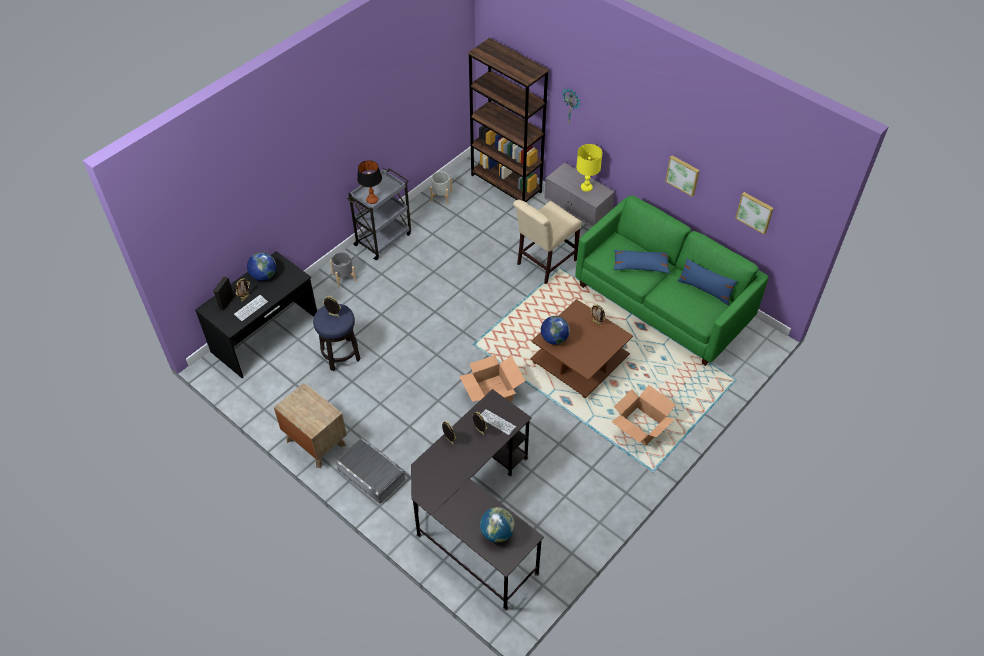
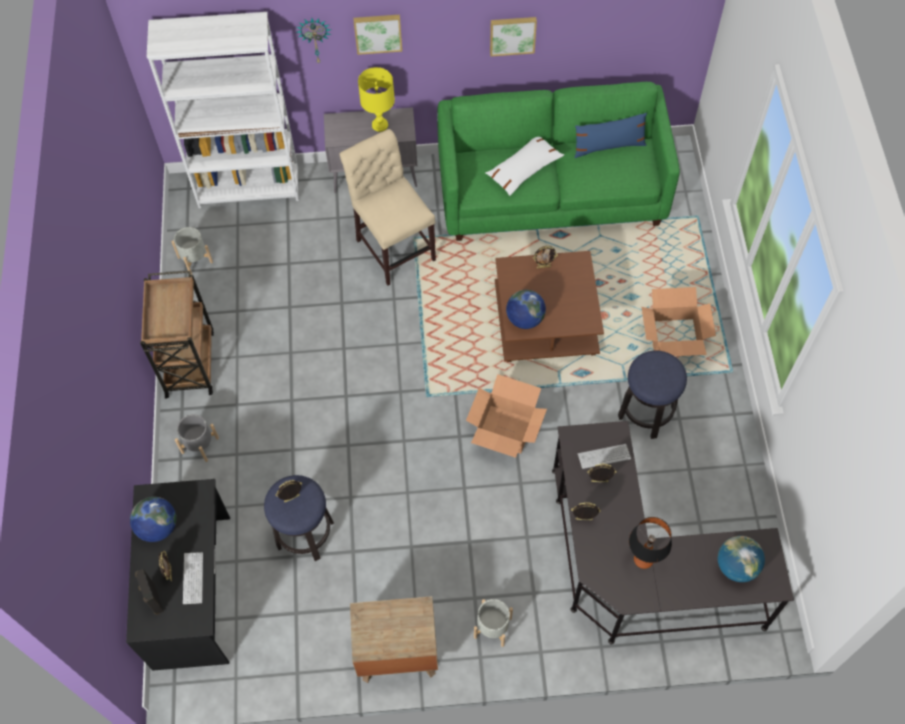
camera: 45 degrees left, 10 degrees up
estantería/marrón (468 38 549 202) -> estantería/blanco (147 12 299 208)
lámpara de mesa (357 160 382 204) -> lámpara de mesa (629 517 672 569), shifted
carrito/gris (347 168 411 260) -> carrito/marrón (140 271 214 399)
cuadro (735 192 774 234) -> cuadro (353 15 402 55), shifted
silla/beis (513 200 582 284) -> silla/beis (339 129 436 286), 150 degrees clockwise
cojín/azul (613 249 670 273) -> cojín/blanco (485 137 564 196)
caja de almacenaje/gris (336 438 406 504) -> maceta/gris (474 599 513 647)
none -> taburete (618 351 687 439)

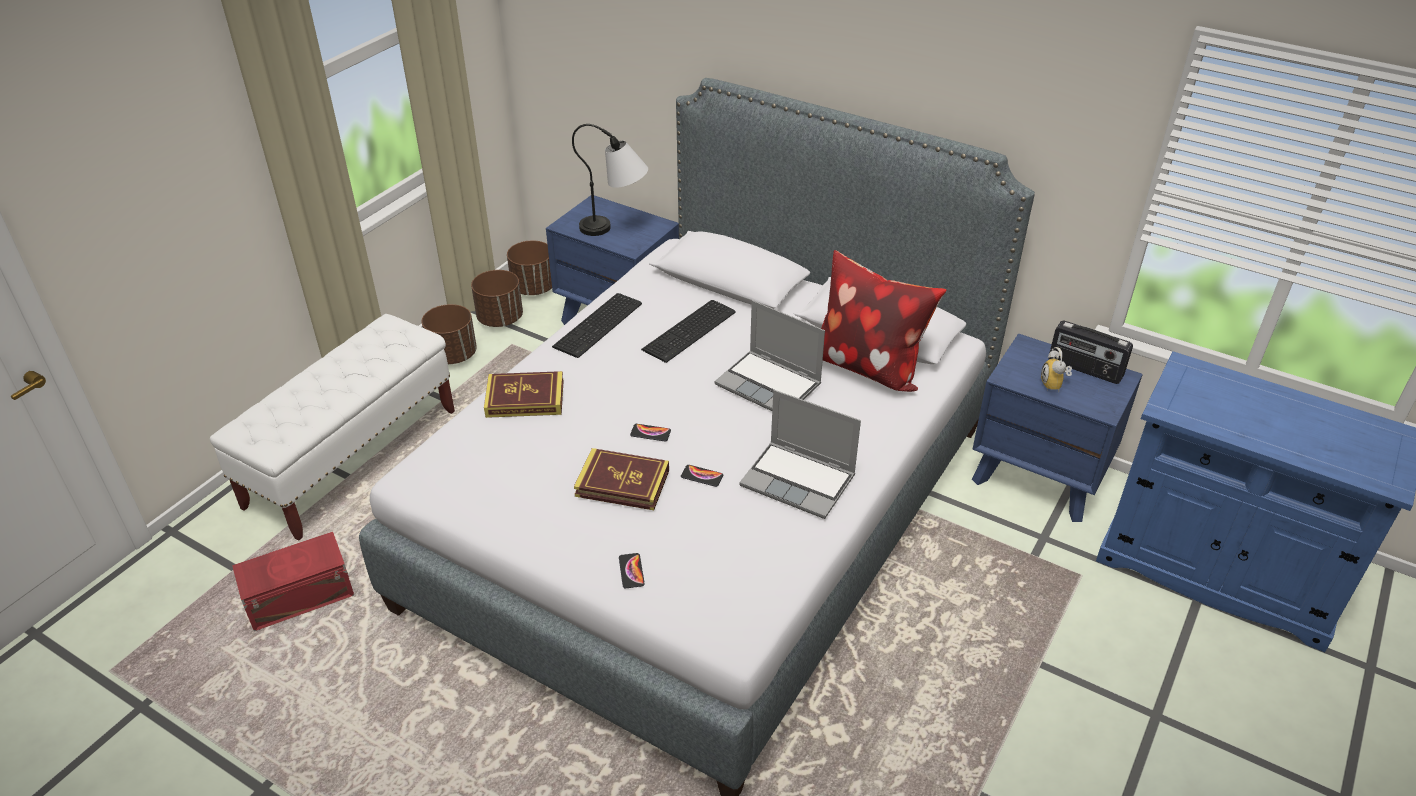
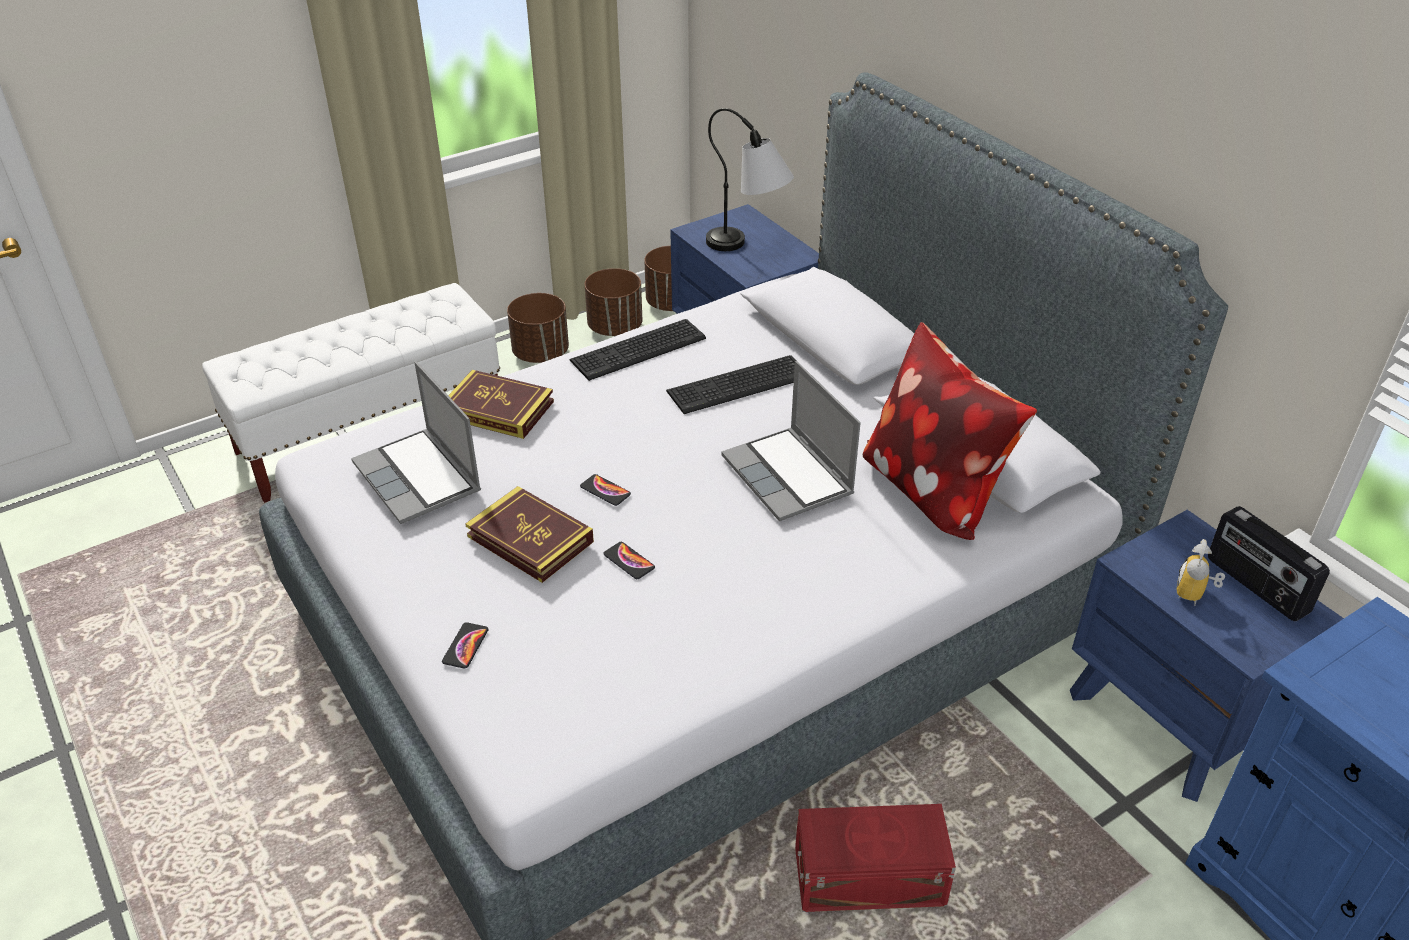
camera: 25 degrees right, 0 degrees up
portátil (739 390 861 519) -> portátil (351 361 481 524), shifted
caja de almacenaje/rojo (232 532 354 631) -> caja de almacenaje/rojo (795 804 956 912), shifted

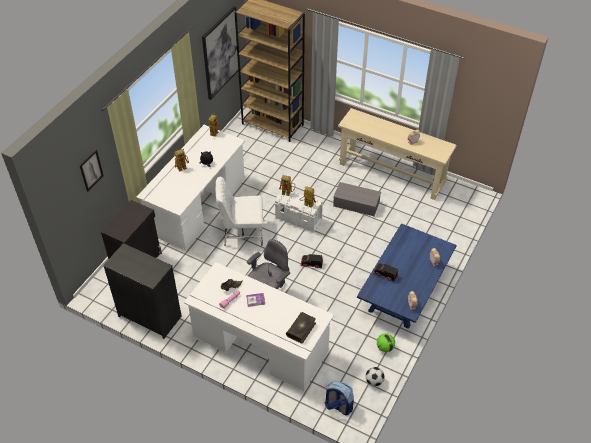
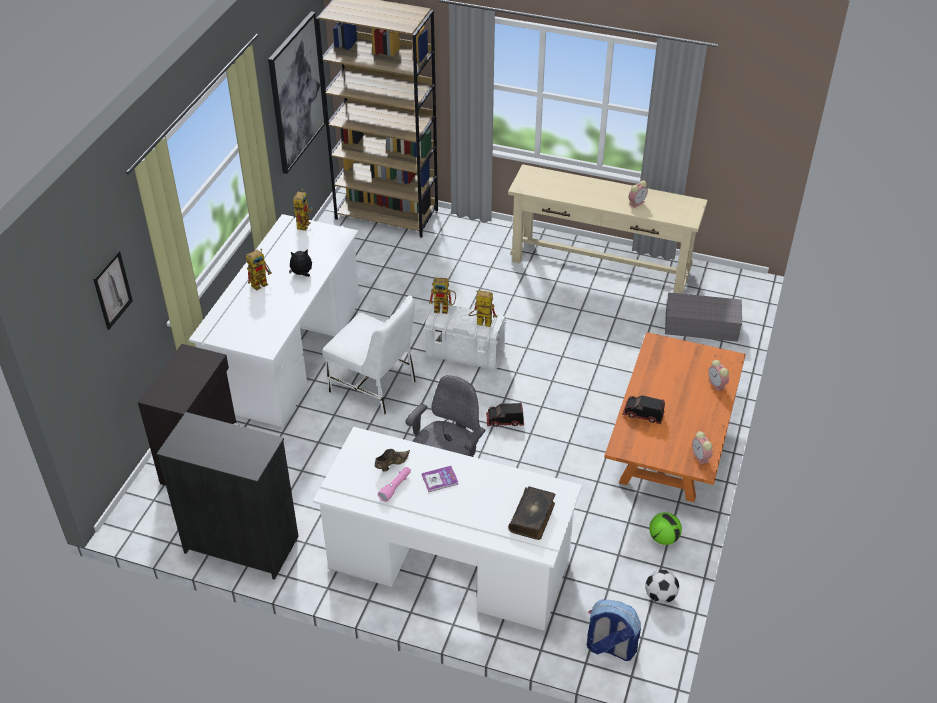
camera: 10 degrees left, 5 degrees down
silla/blanco (216 177 263 246) -> silla/blanco (322 296 416 415), 135 degrees counterclockwise
caja de almacenaje/gris (333 182 381 216) -> caja de almacenaje/gris (665 292 742 342), shifted
mesa de centro/azul (357 223 457 329) -> mesa de centro/naranja (604 332 746 502)

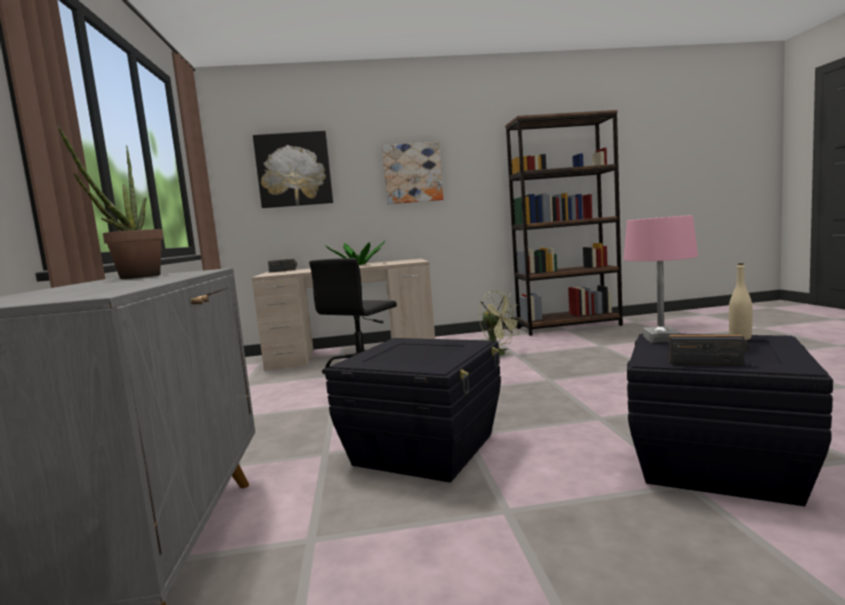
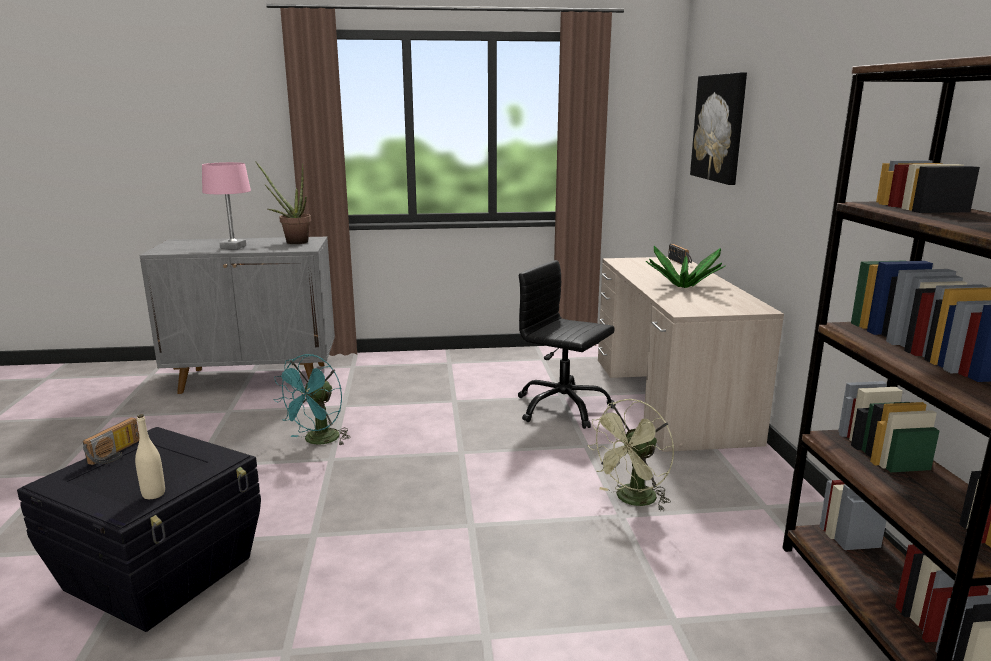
camera: 90 degrees right, 10 degrees up
cuadro (382 142 443 204) -> none
lámpara de mesa/rosa (623 215 698 343) -> lámpara de mesa/rosa (202 162 251 249), shifted
caja de almacenaje/negro (325 338 501 482) -> ventilador/turquesa (273 354 351 445)

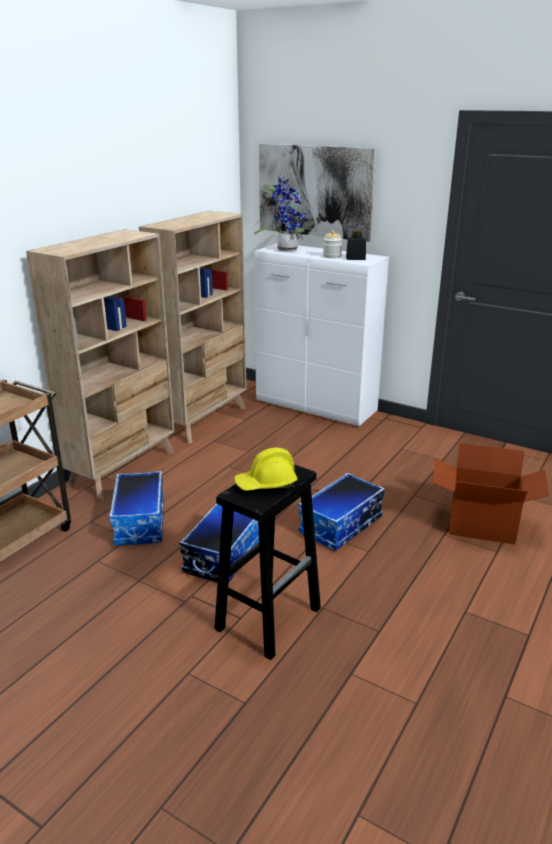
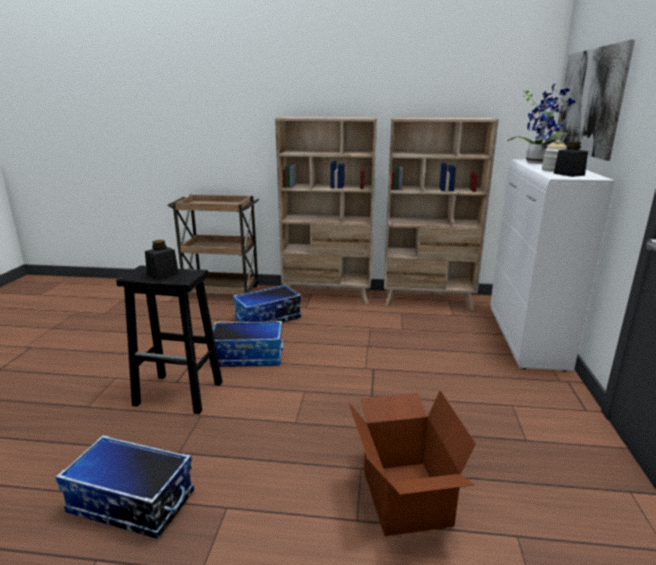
camera: 65 degrees right, 5 degrees down
casco/amarillo (234 448 297 491) -> tarro/negro (145 240 179 280)
caja de almacenaje (298 473 385 551) -> caja de almacenaje (56 435 194 539), shifted

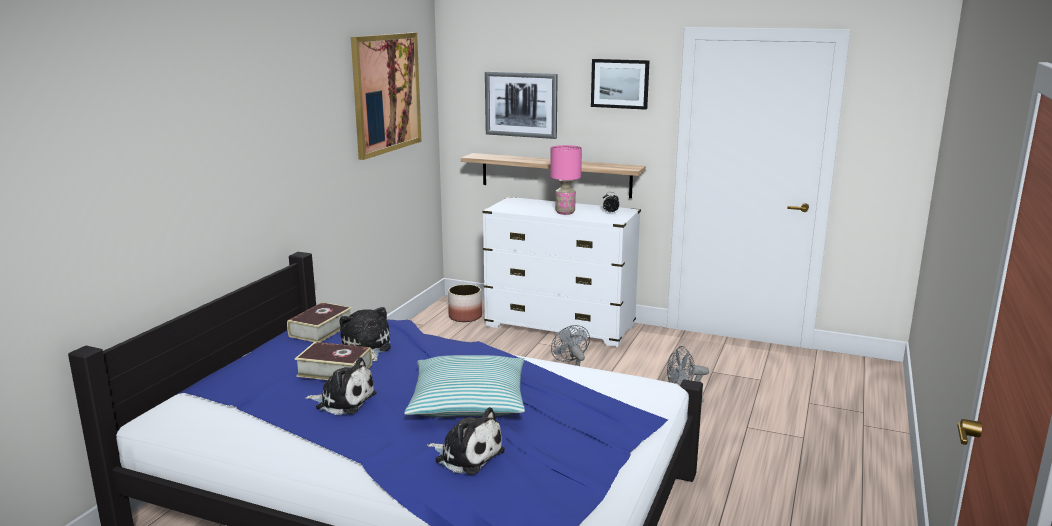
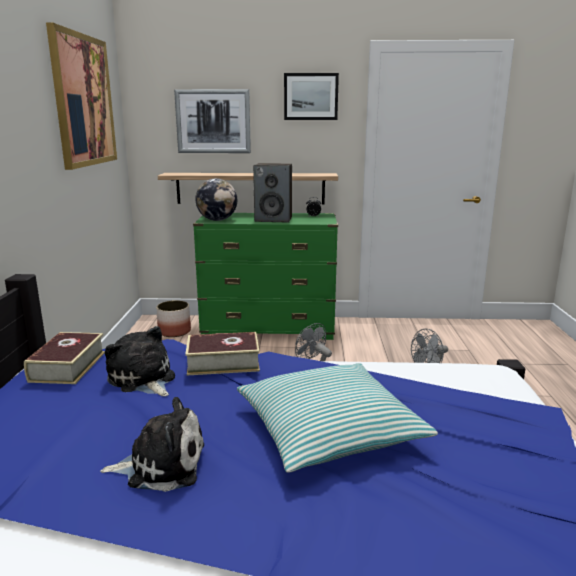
camera: 20 degrees left, 0 degrees up
lámpara de mesa/rosa (550 145 582 215) -> altavoz (253 163 292 222)
cómoda/blanco (482 197 641 347) -> cómoda/verde (193 213 338 340)
libro (295 342 372 380) -> libro (185 332 260 375), shifted
peluche (427 407 505 475) -> none
none -> globo terráqueo (195 178 237 221)

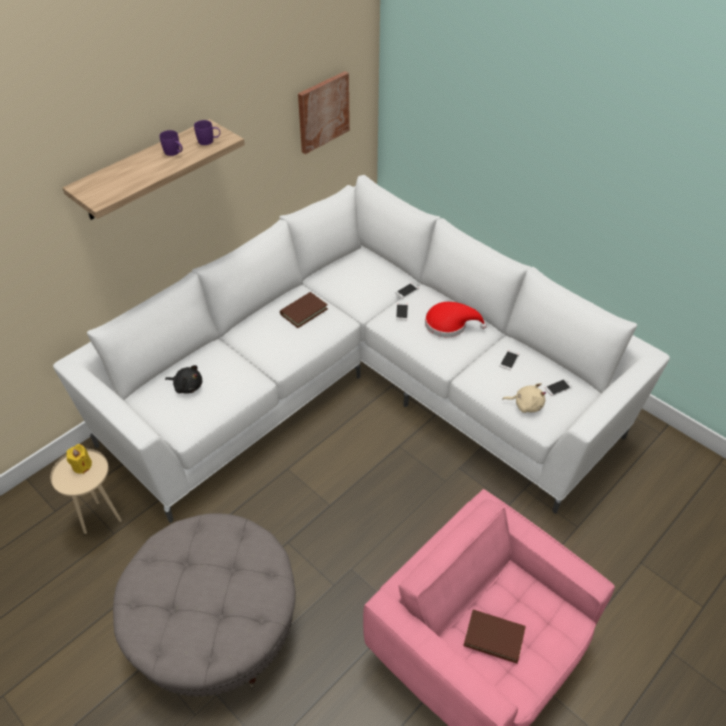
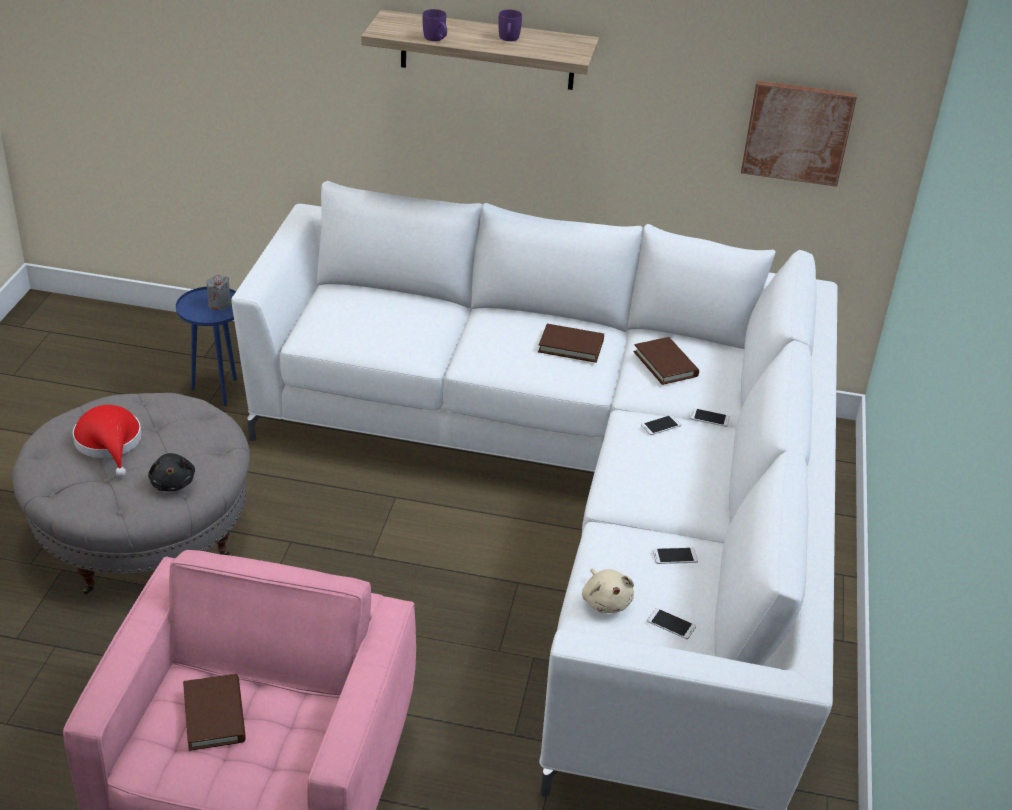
camera: 55 degrees right, 10 degrees down
taza grande/morado (194 120 220 145) -> taza grande/morado (423 9 447 41), shifted
sombrero/rojo (425 302 487 337) -> sombrero/rojo (73 405 142 477), shifted
peluche/negro (165 365 202 394) -> peluche/negro (148 453 195 491), shifted
vela/amarillo (67 444 92 474) -> vela/gris (207 275 231 310)
mesa auxiliar/beis (50 449 122 534) -> mesa auxiliar/azul (176 286 237 406)
none -> libro/marrón (634 337 699 385)

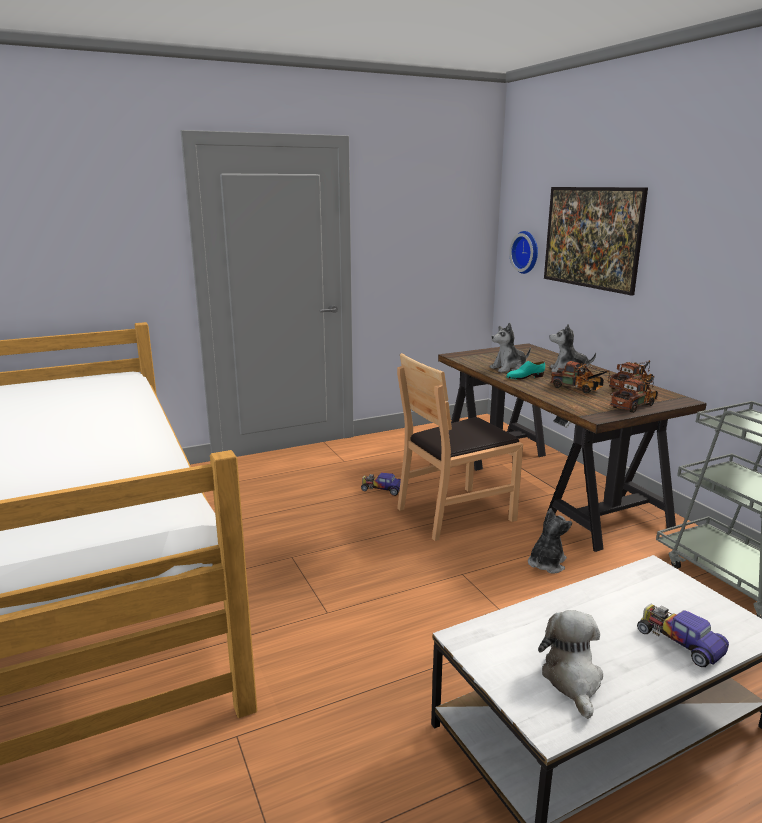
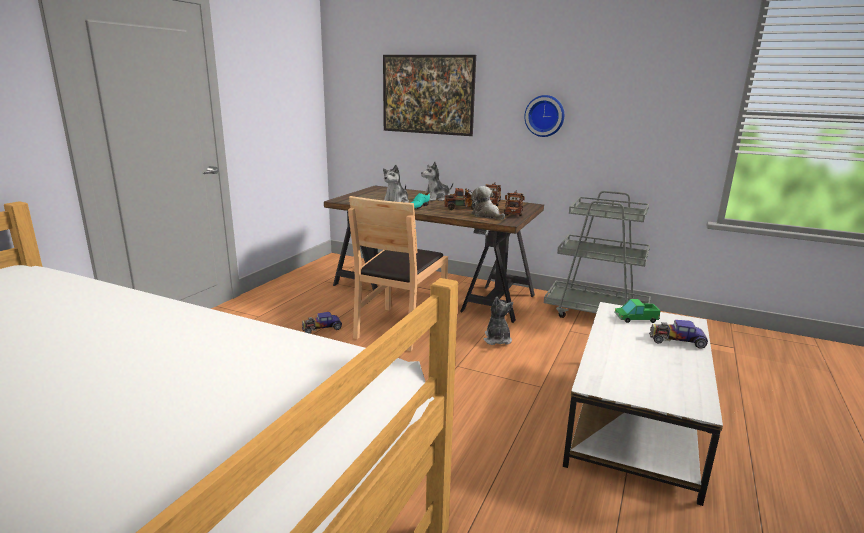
camera: 40 degrees left, 0 degrees up
reloj de pared (509 231 538 274) -> reloj de pared (524 95 564 137), shifted
peluche (538 610 603 719) -> peluche (471 186 505 220), shifted
none -> camión de juguete (614 299 661 323)

